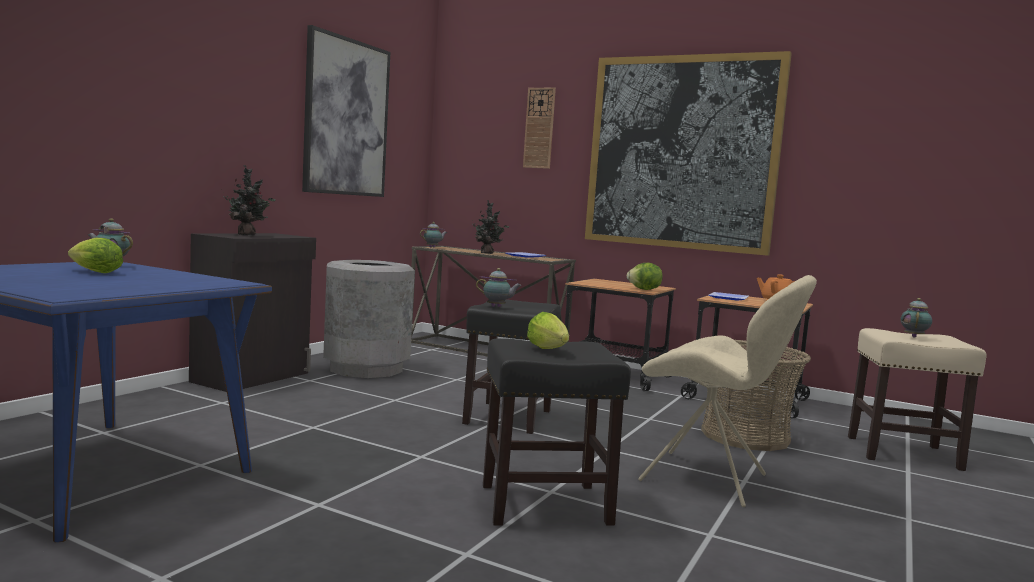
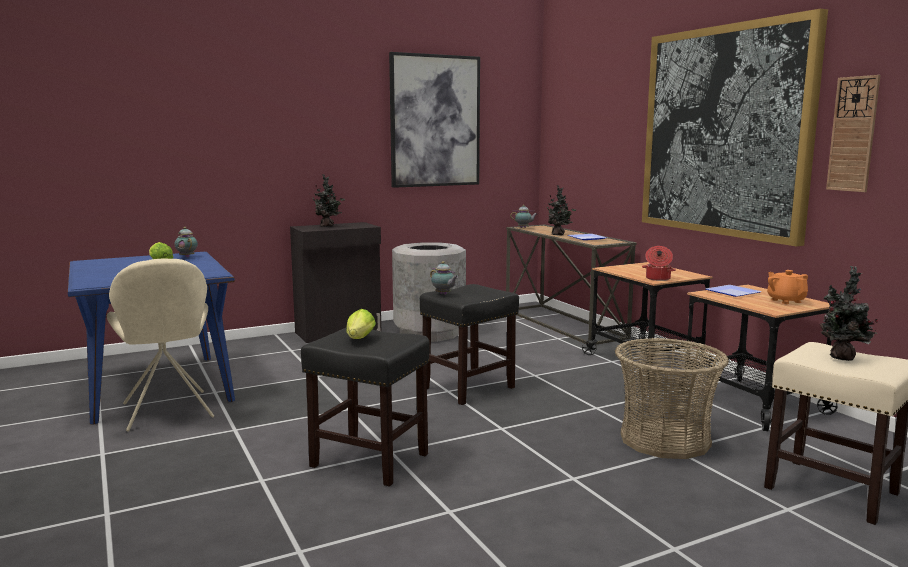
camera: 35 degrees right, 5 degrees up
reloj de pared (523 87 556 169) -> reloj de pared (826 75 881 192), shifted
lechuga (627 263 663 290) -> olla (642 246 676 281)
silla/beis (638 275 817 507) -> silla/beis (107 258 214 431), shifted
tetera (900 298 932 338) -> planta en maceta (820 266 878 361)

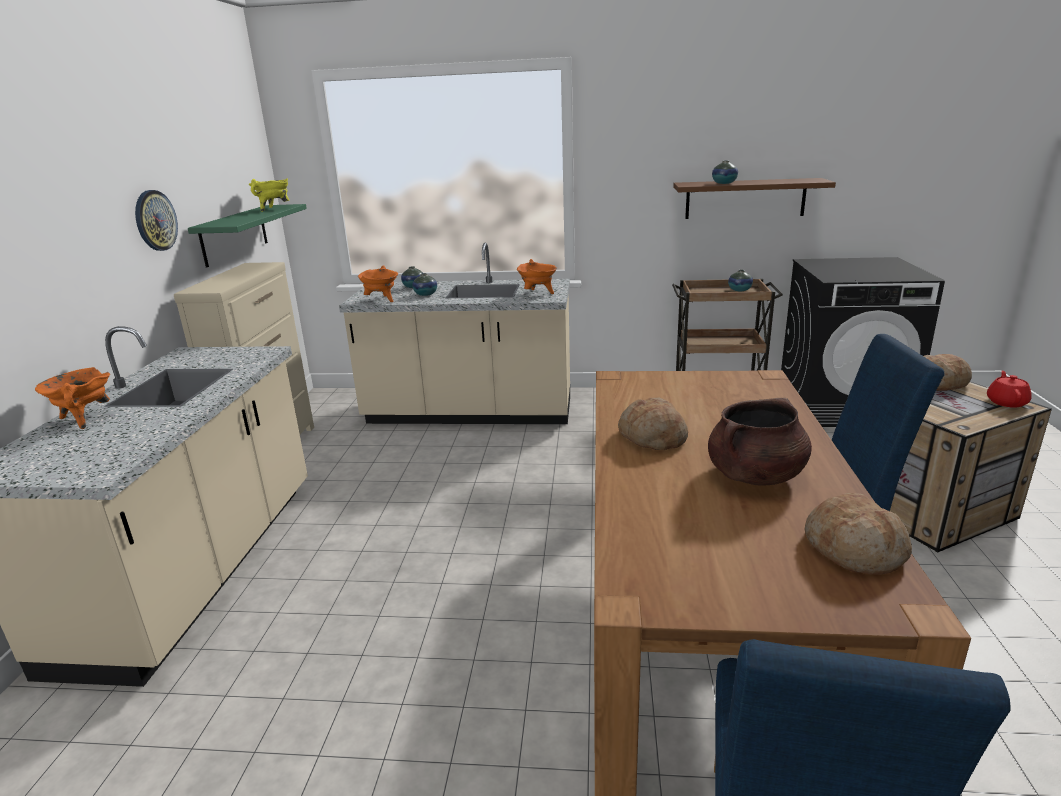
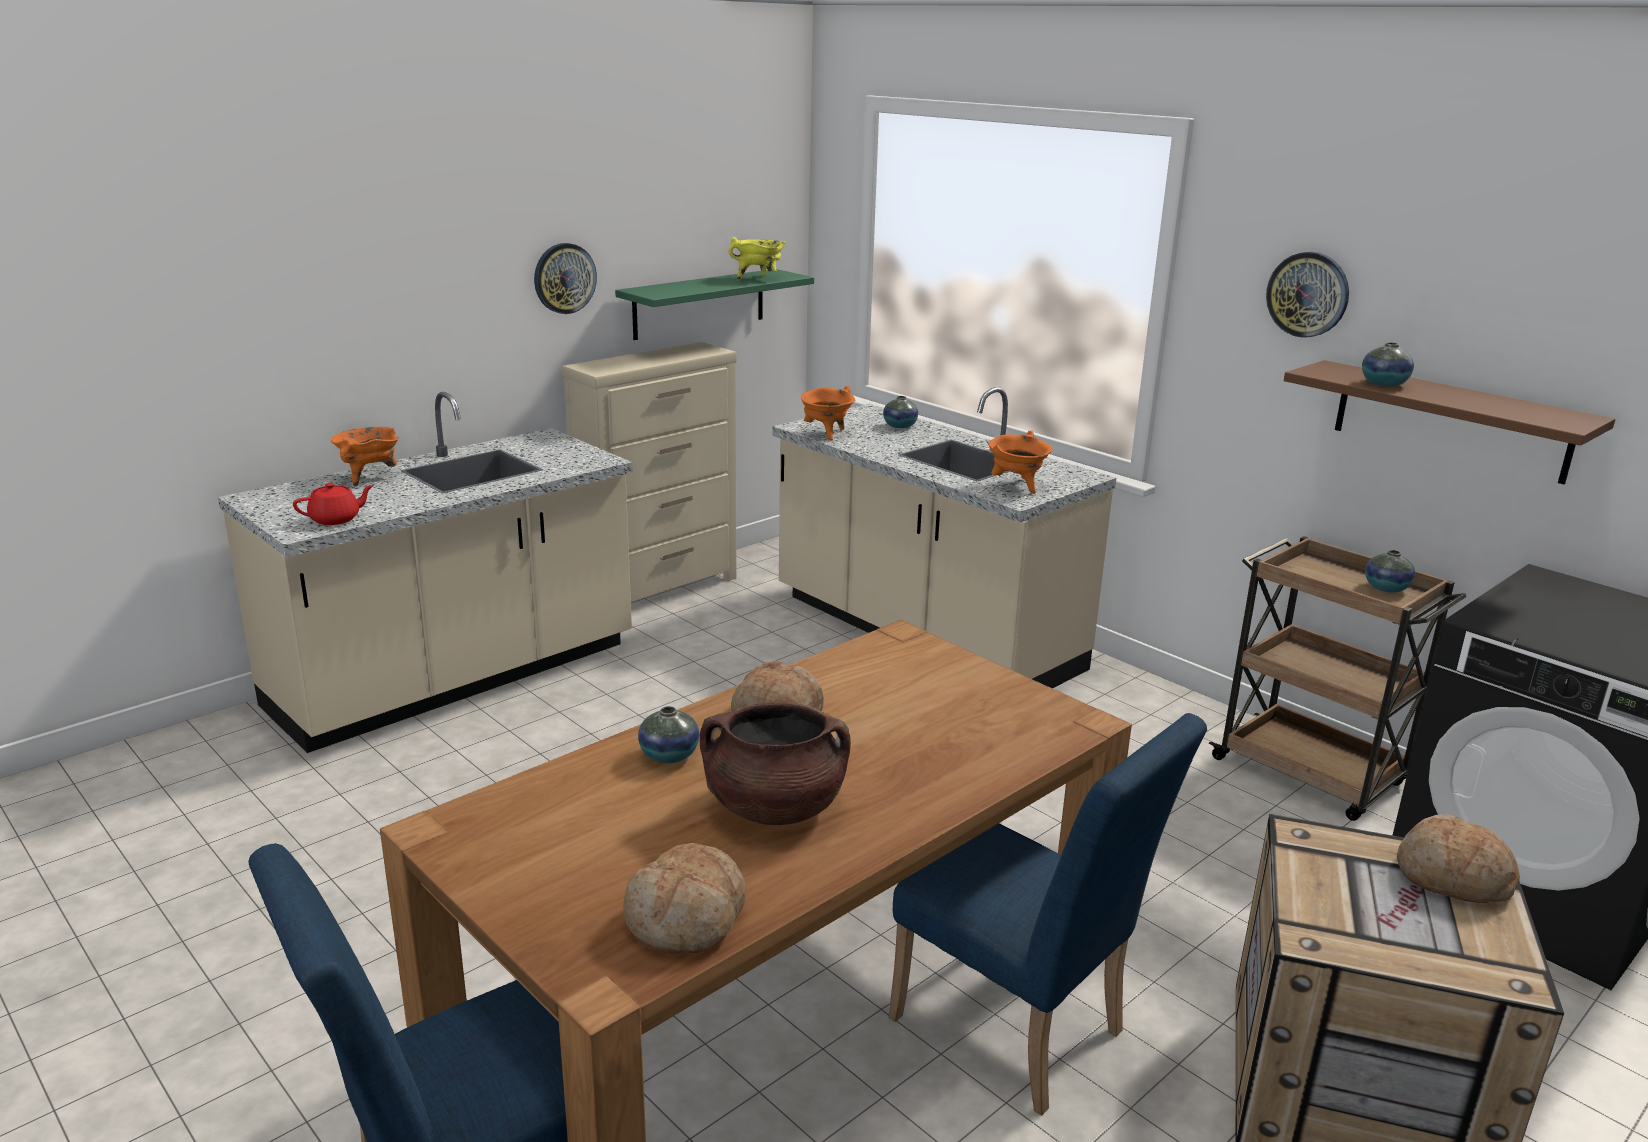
camera: 40 degrees right, 0 degrees up
florero (412 273 437 296) -> florero (638 706 699 763), shifted
tetera/rojo (987 371 1032 408) -> tetera/rojo (293 483 374 525), shifted
none -> reloj de pared (1266 252 1349 338)

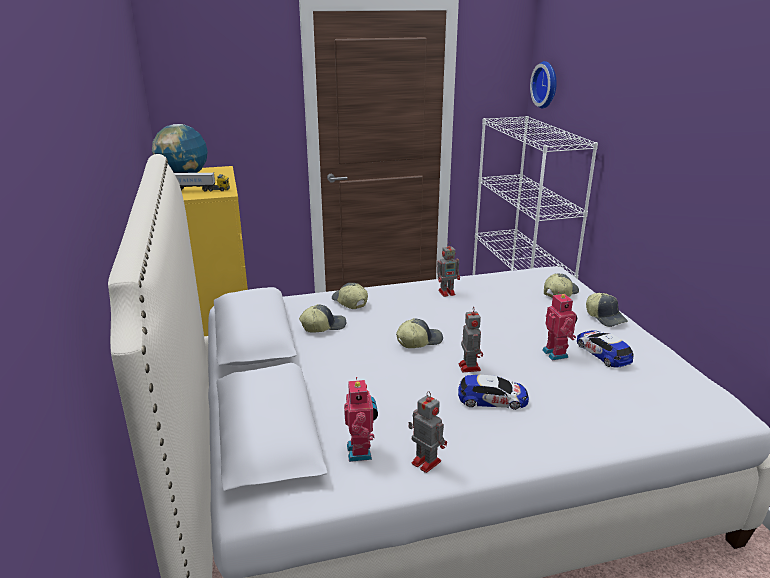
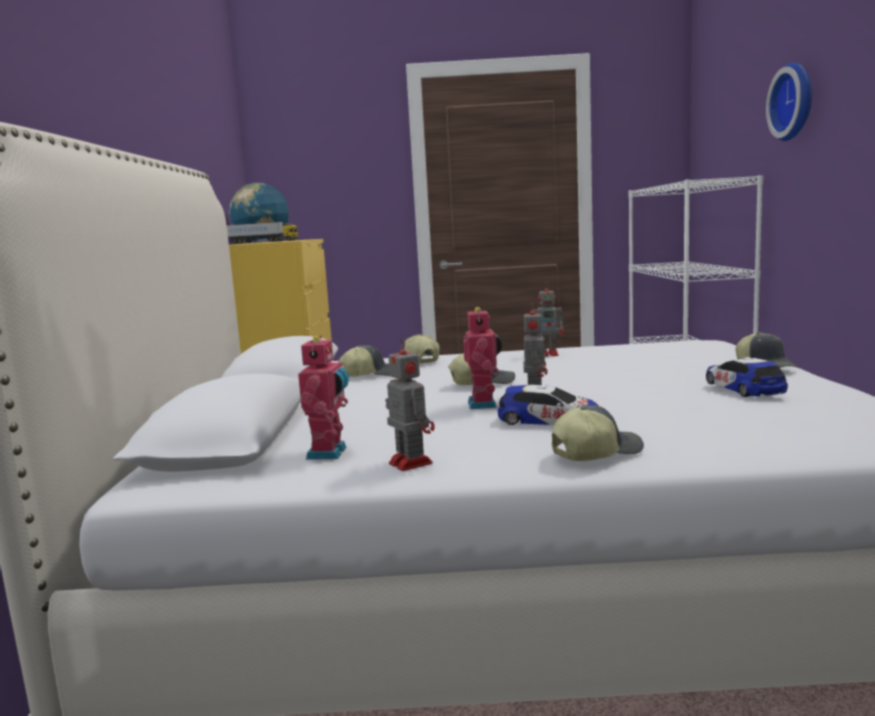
camera: 15 degrees right, 15 degrees down
reloj de pared (530 61 557 109) -> reloj de pared (766 63 812 141), shifted
gorra (544 274 579 298) -> gorra (552 405 644 461), shifted
robot de juguete (542 292 577 361) -> robot de juguete (463 307 502 409), shifted

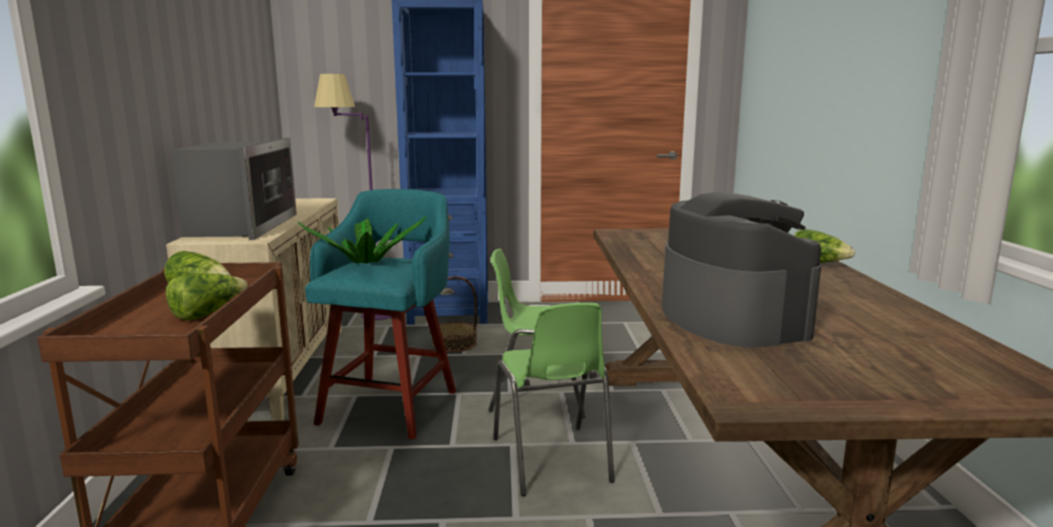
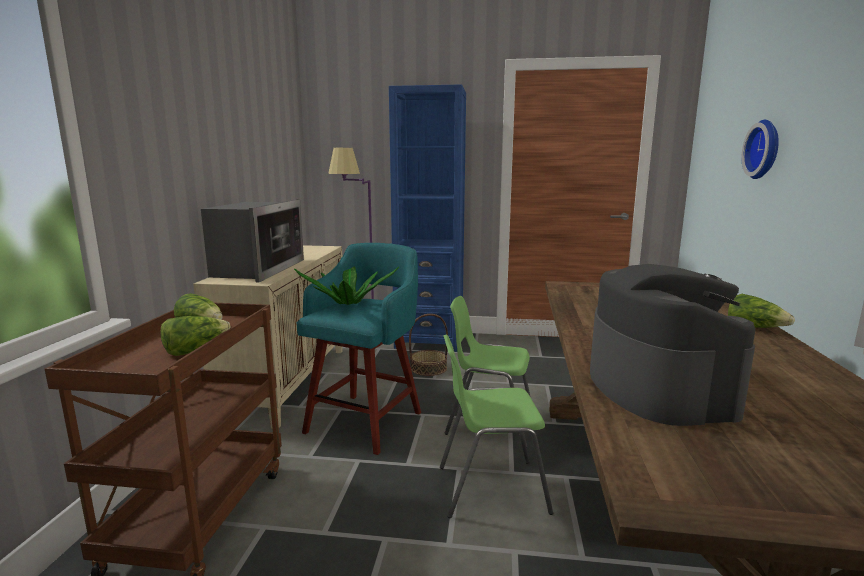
camera: 10 degrees right, 0 degrees up
silla/verde (493 303 615 496) -> silla/verde (440 334 553 518), 90 degrees clockwise
none -> reloj de pared (742 120 779 179)

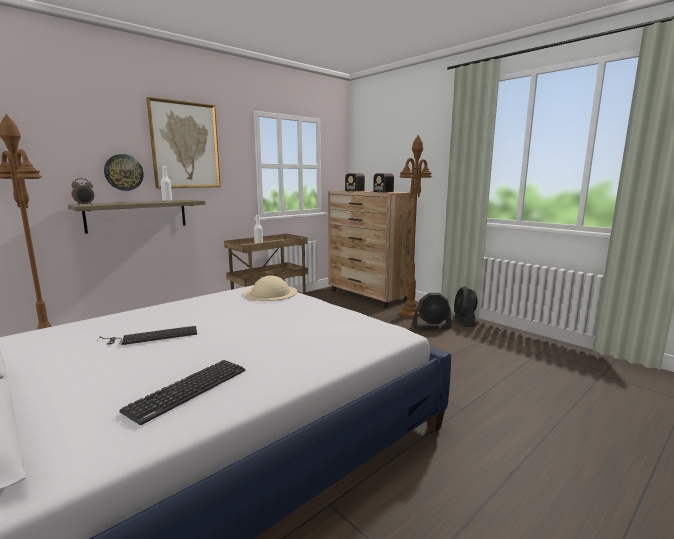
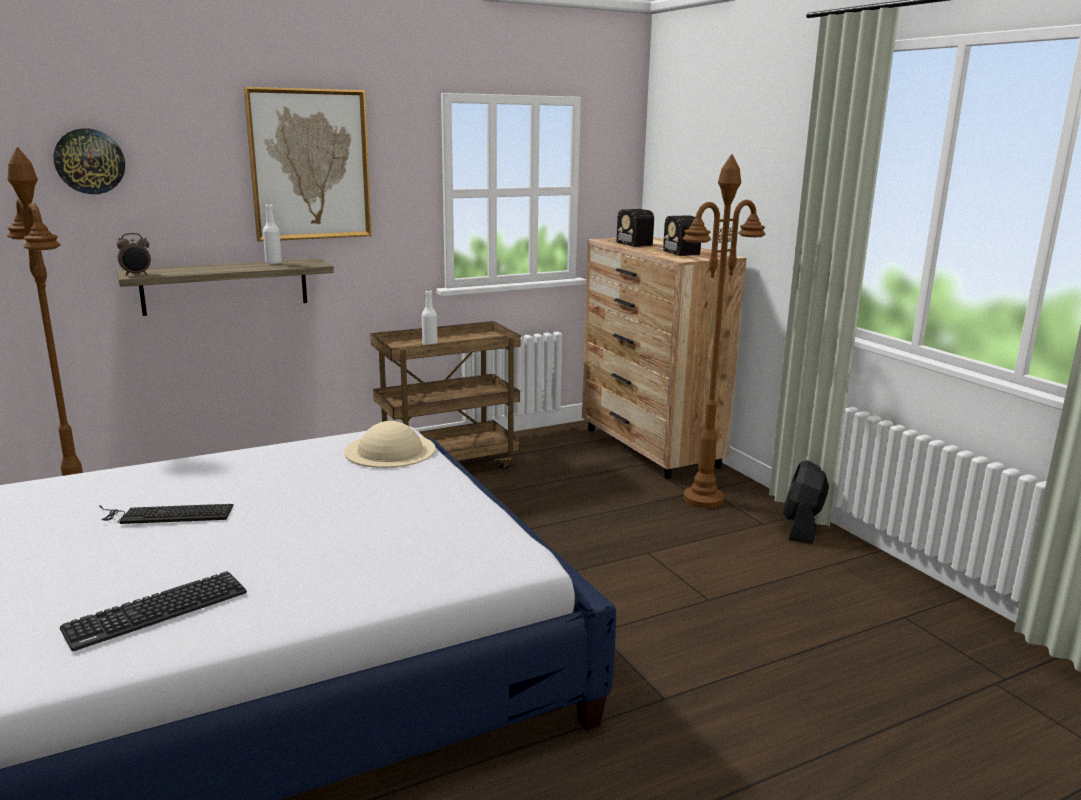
camera: 15 degrees right, 5 degrees up
reloj de pared (104 154 144 191) -> reloj de pared (54 128 125 194), shifted
ventilador/negro (412 293 451 330) -> none

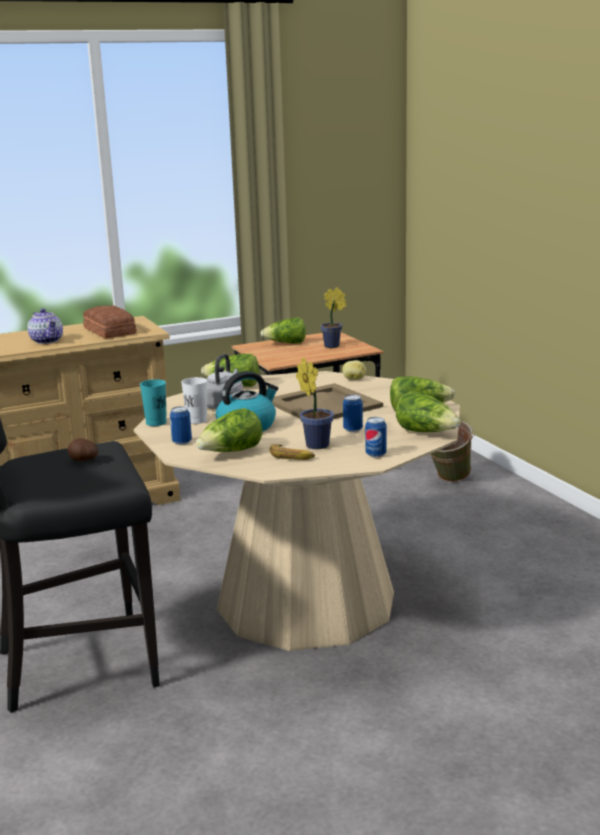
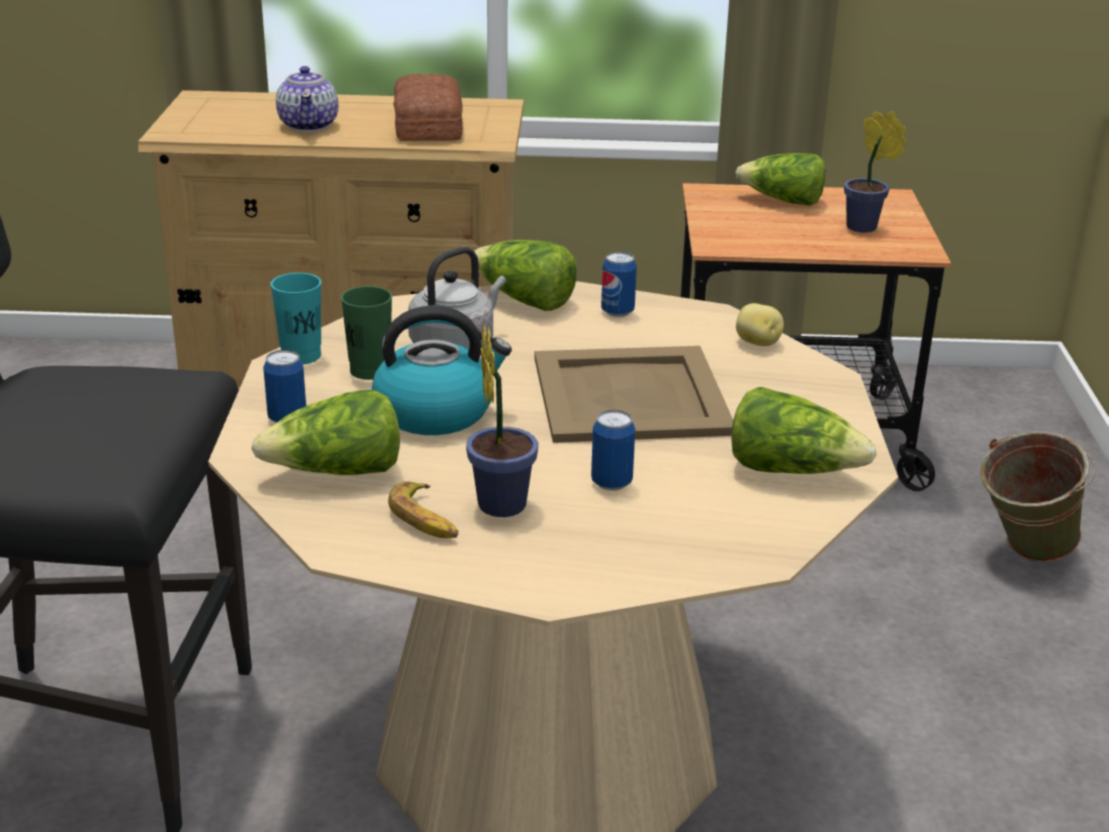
camera: 25 degrees right, 10 degrees up
taza/blanco (181 377 207 424) -> taza/verde (341 286 392 380)
lechuga (396 391 460 432) -> none
lata (365 417 386 458) -> lata (601 251 637 317), shifted
patata (68 438 98 461) -> none

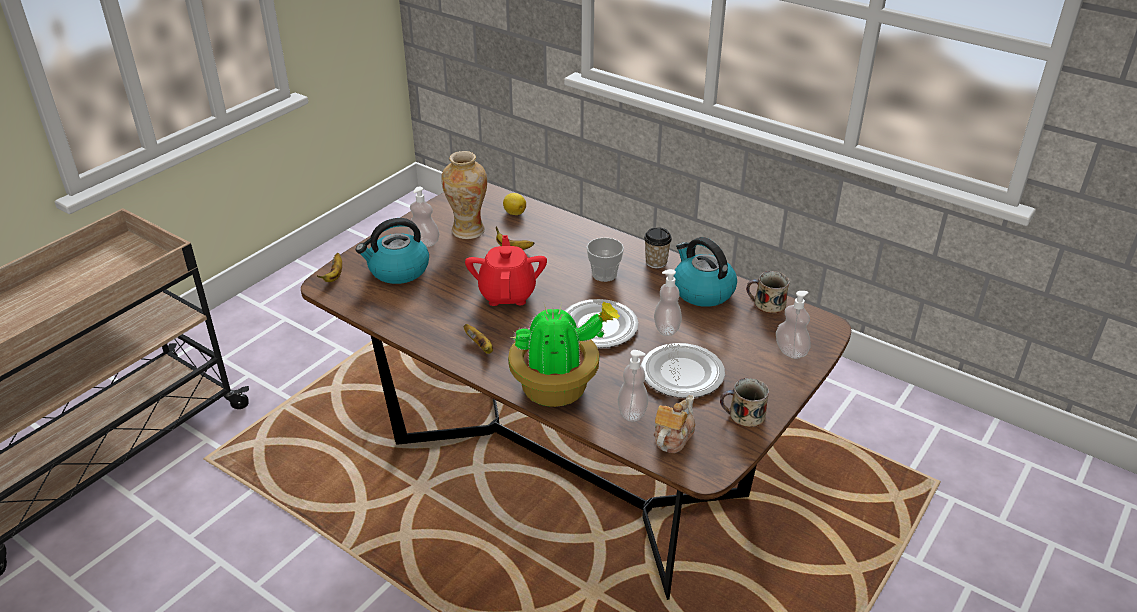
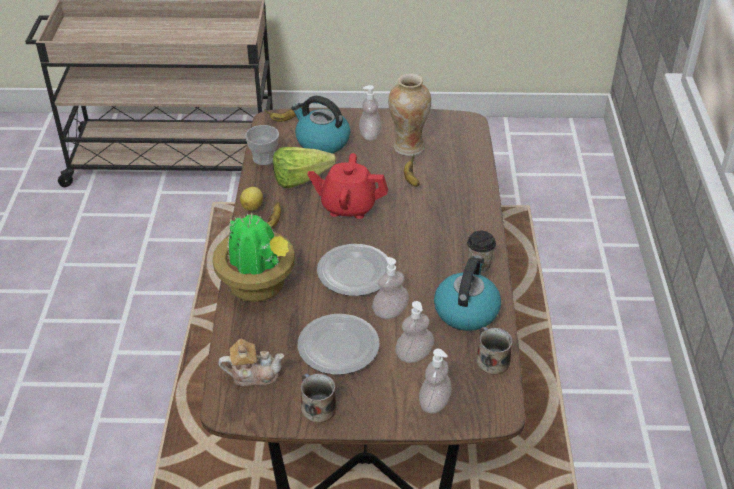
camera: 55 degrees right, 5 degrees up
limón (503 193 526 215) -> limón (240 187 263 211), shifted
tetera/rojo (465 235 547 306) -> tetera/rojo (307 153 388 219), 135 degrees counterclockwise
taza (586 237 624 282) -> taza (245 125 279 165), shifted
dispensador de jabón (618 350 648 422) -> dispensador de jabón (395 301 434 363), shifted
none -> lechuga (273 147 336 188)

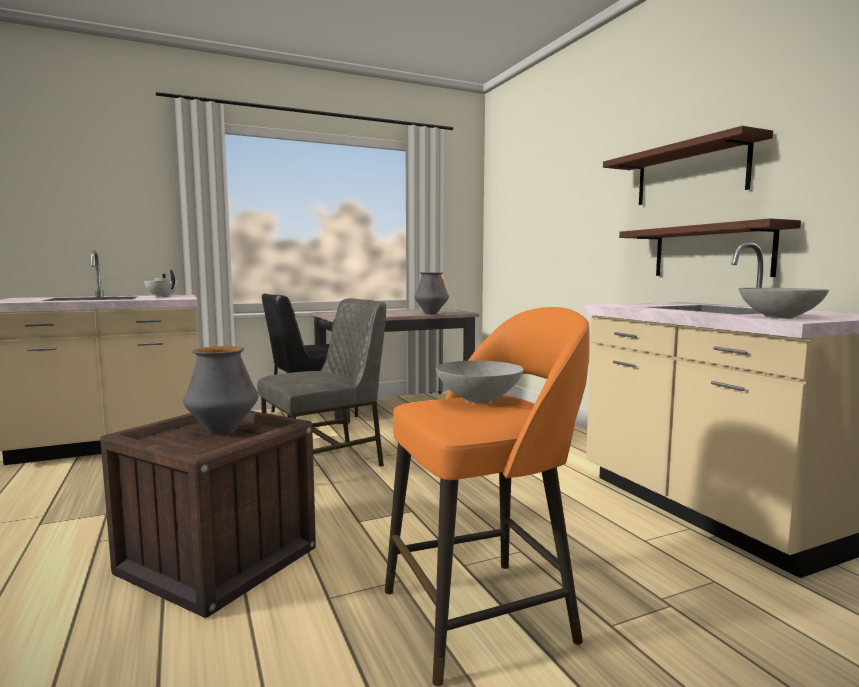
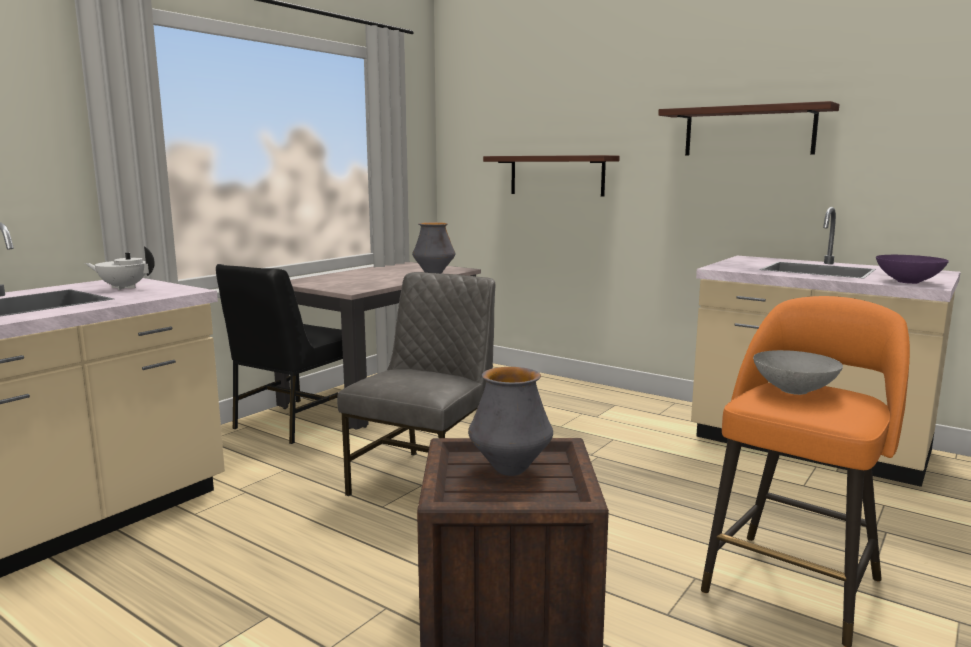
camera: 30 degrees left, 5 degrees up
estante (619 218 801 277) -> estante (483 155 620 197), shifted
cuenco/gris (739 288 829 319) -> cuenco/morado (876 255 949 284)

